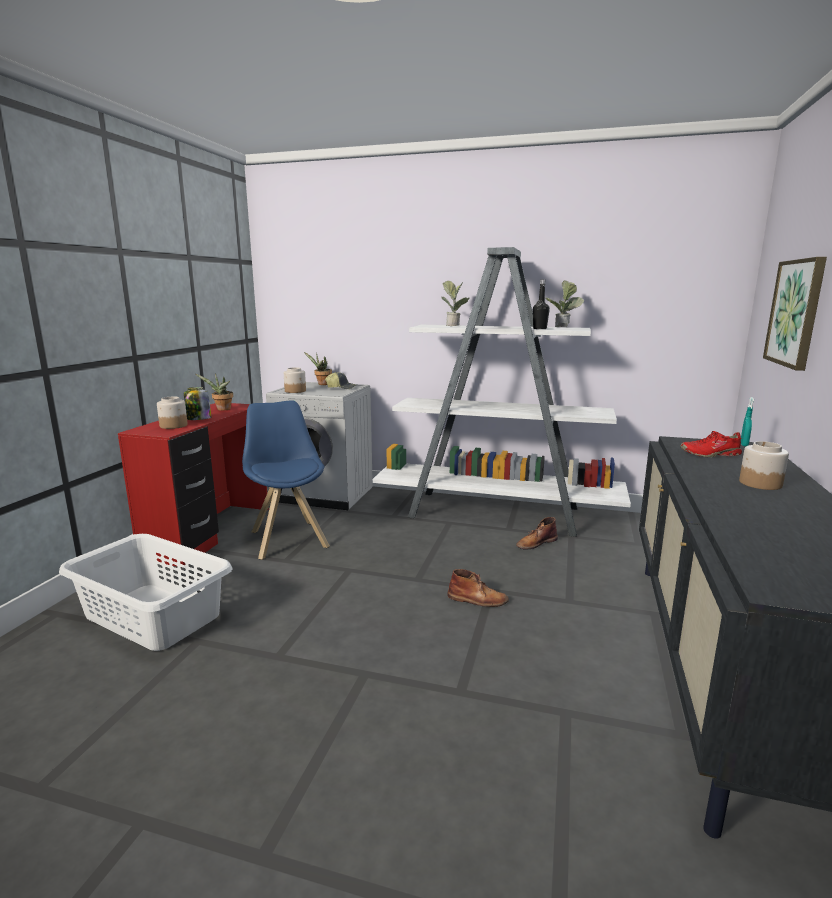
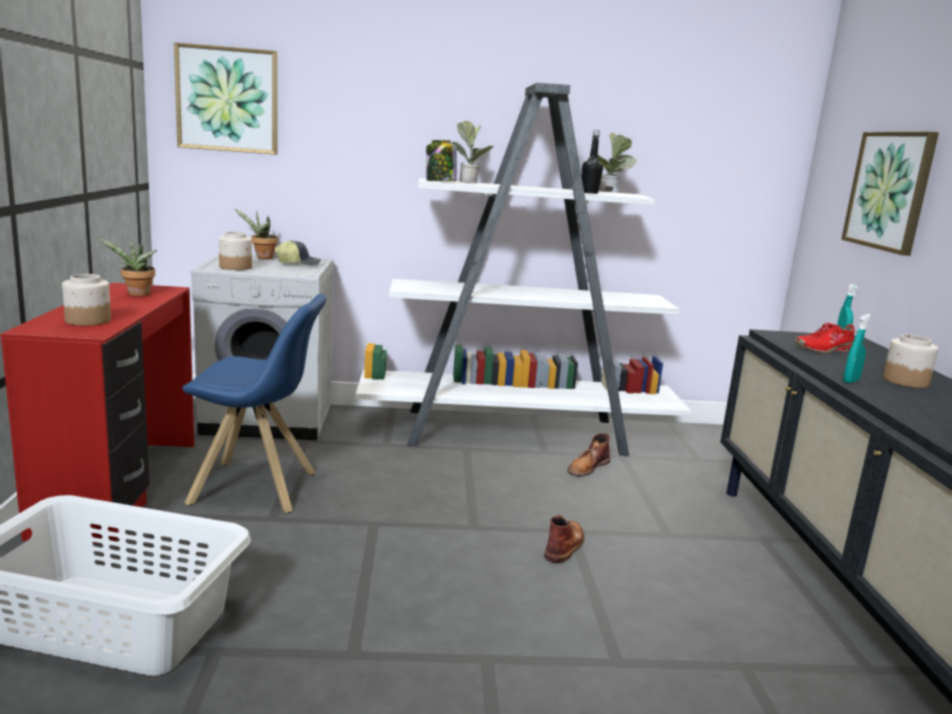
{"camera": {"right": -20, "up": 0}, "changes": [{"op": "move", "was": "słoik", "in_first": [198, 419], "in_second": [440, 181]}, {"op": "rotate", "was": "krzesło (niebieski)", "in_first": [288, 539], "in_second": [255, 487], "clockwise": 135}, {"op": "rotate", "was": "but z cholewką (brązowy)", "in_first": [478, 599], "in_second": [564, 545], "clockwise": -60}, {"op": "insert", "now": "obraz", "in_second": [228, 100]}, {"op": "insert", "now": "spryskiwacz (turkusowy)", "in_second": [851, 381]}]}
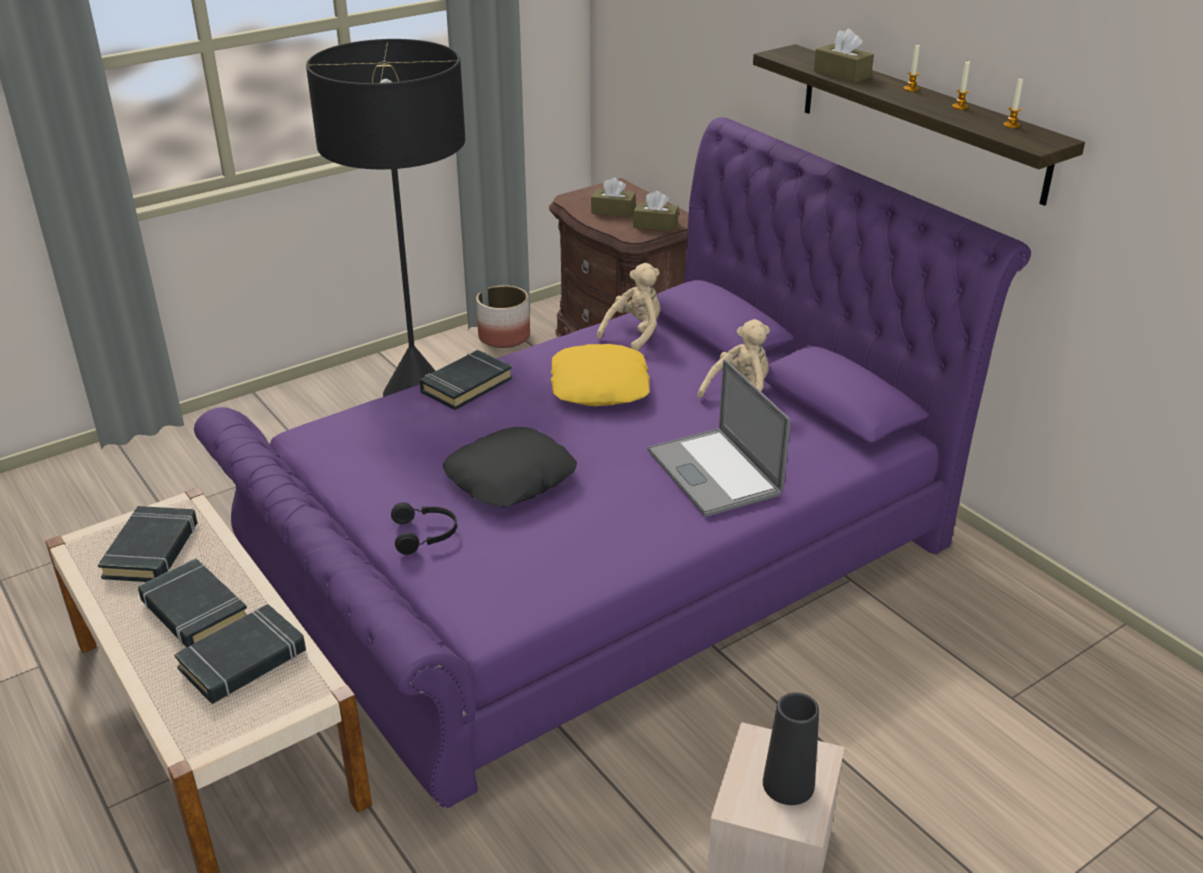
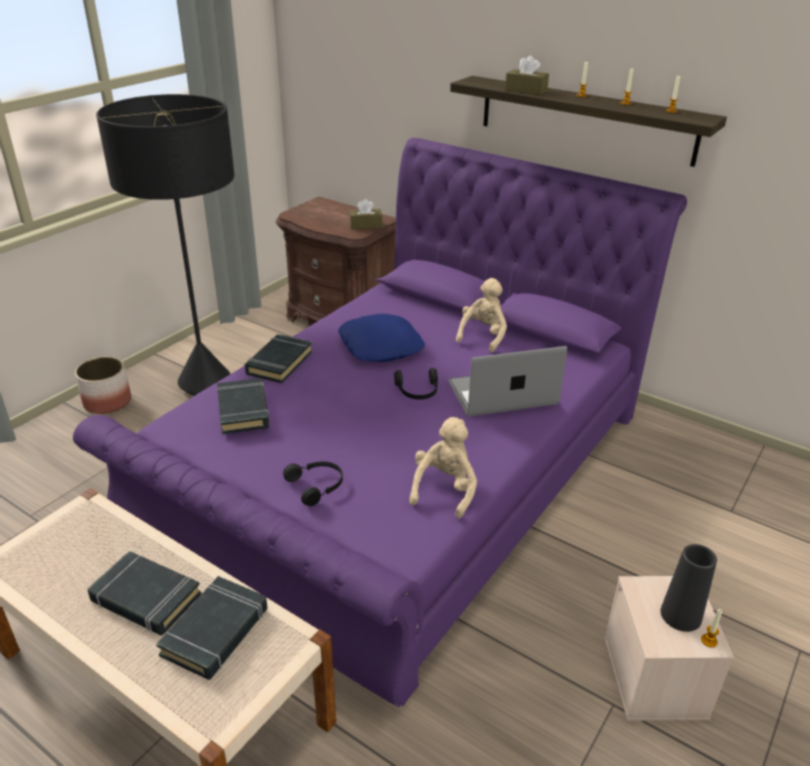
{"camera": {"right": -20, "up": 0}, "changes": [{"op": "move", "was": "książka (czarny)", "in_first": [152, 550], "in_second": [243, 410]}, {"op": "delete", "was": "poduszka (czarny)", "in_first": [511, 478]}, {"op": "move", "was": "donica", "in_first": [503, 337], "in_second": [107, 402]}, {"op": "recolor", "was": "poduszka (żółty)", "now": "poduszka (niebieski)", "in_first": [600, 386], "in_second": [381, 346]}, {"op": "delete", "was": "pudełko chusteczek (brązowy)", "in_first": [613, 211]}, {"op": "move", "was": "pluszak (beżowy)", "in_first": [635, 334], "in_second": [444, 489]}, {"op": "rotate", "was": "laptop", "in_first": [714, 472], "in_second": [502, 393], "clockwise": 120}, {"op": "insert", "now": "słuchawki (czarny)", "in_second": [418, 391]}, {"op": "insert", "now": "świeca", "in_second": [709, 641]}]}
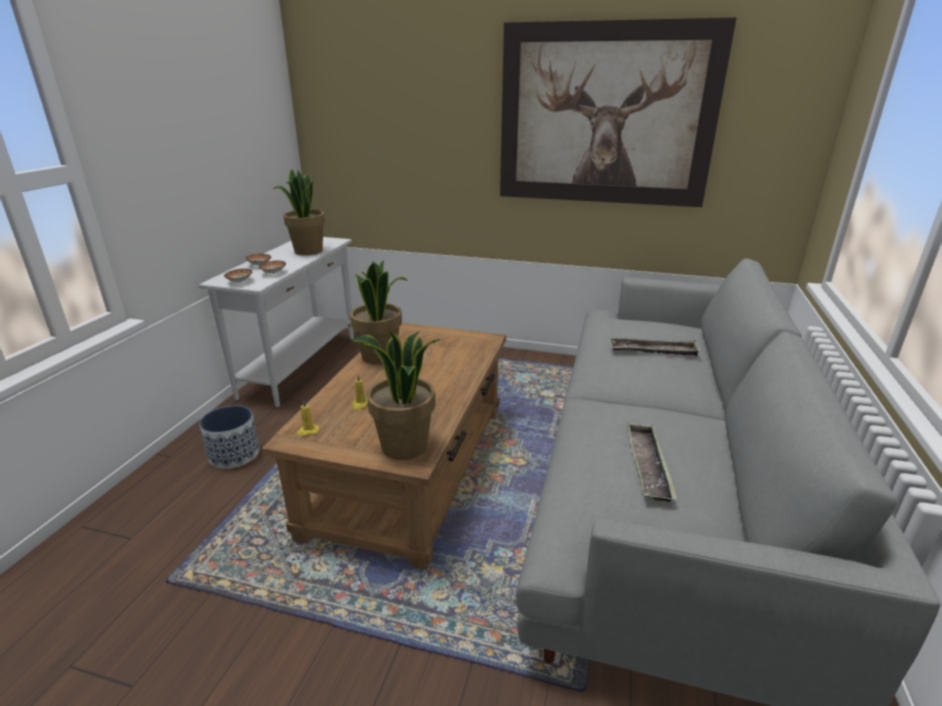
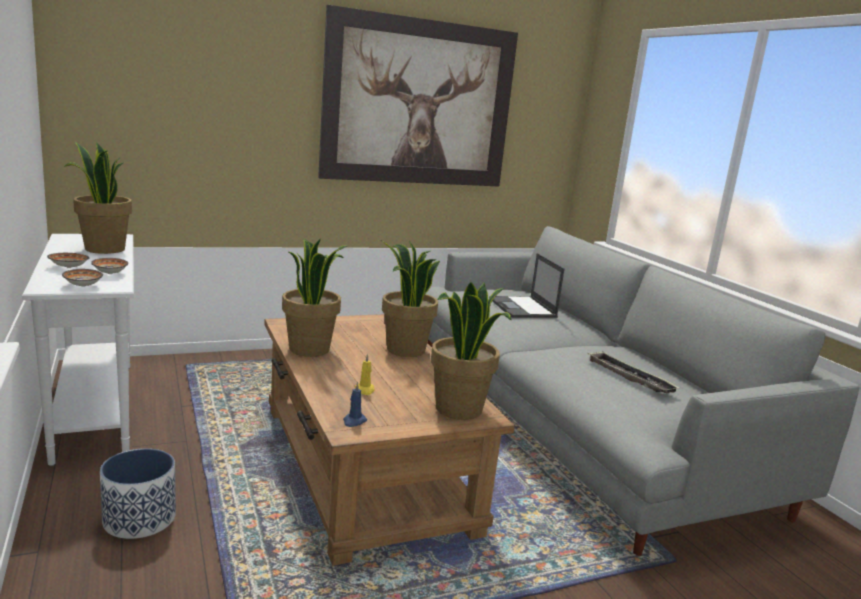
{"camera": {"right": -40, "up": -10}, "changes": [{"op": "recolor", "was": "świeca (żółty)", "now": "świeca (niebieski)", "in_first": [307, 431], "in_second": [354, 421]}, {"op": "replace", "was": "taca", "now": "laptop", "in_first": [653, 351], "in_second": [523, 308]}, {"op": "insert", "now": "roślina doniczkowa", "in_second": [405, 350]}]}
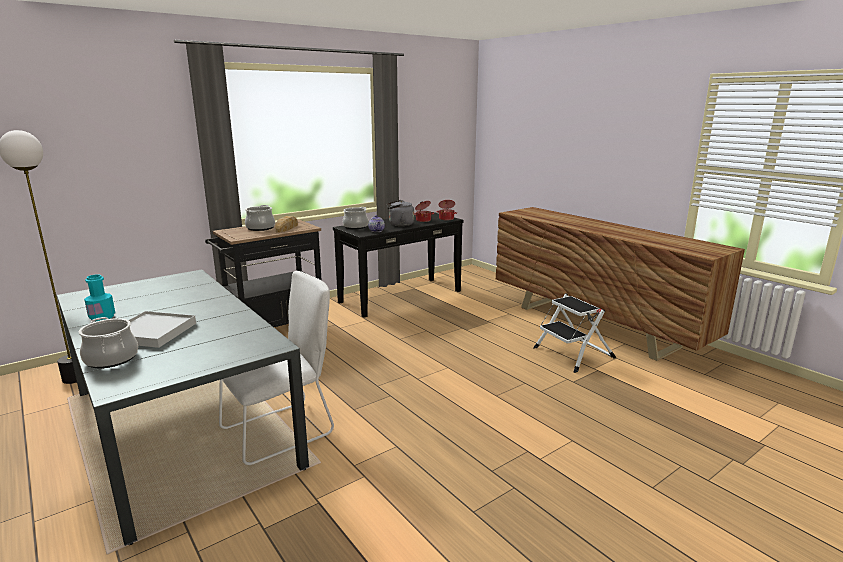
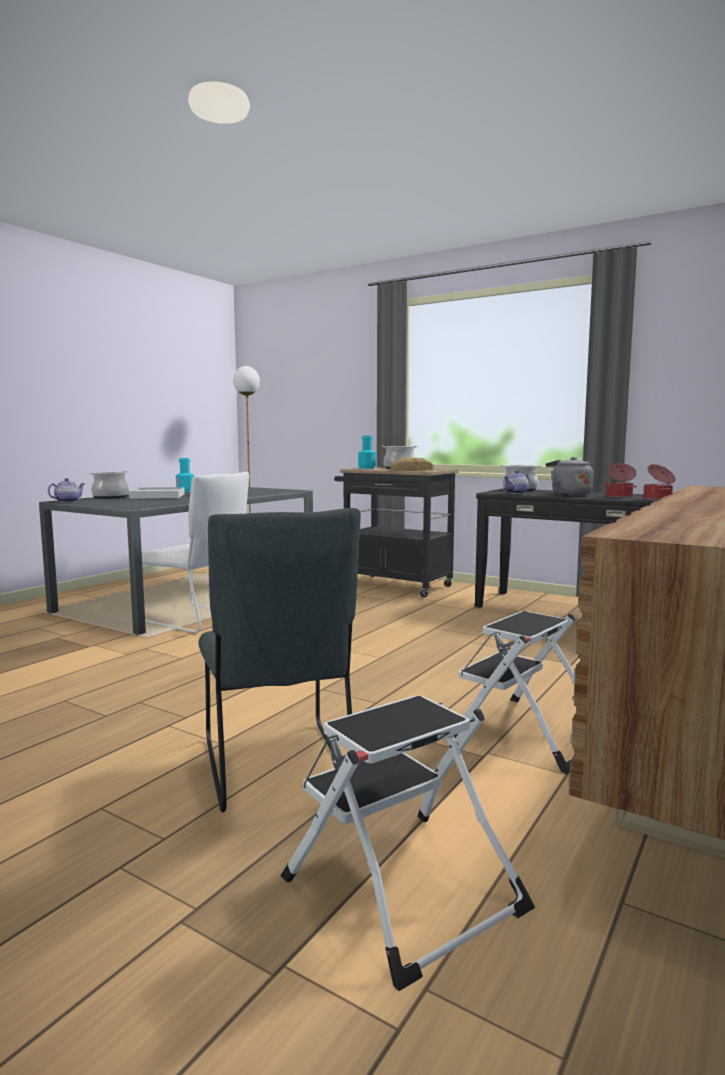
{"camera": {"right": 70, "up": -10}, "changes": [{"op": "insert", "now": "imbryk", "in_second": [68, 501]}, {"op": "insert", "now": "krzesło (szary)", "in_second": [278, 770]}, {"op": "insert", "now": "drabinka", "in_second": [404, 885]}, {"op": "insert", "now": "butelka (turkusowy)", "in_second": [367, 468]}]}
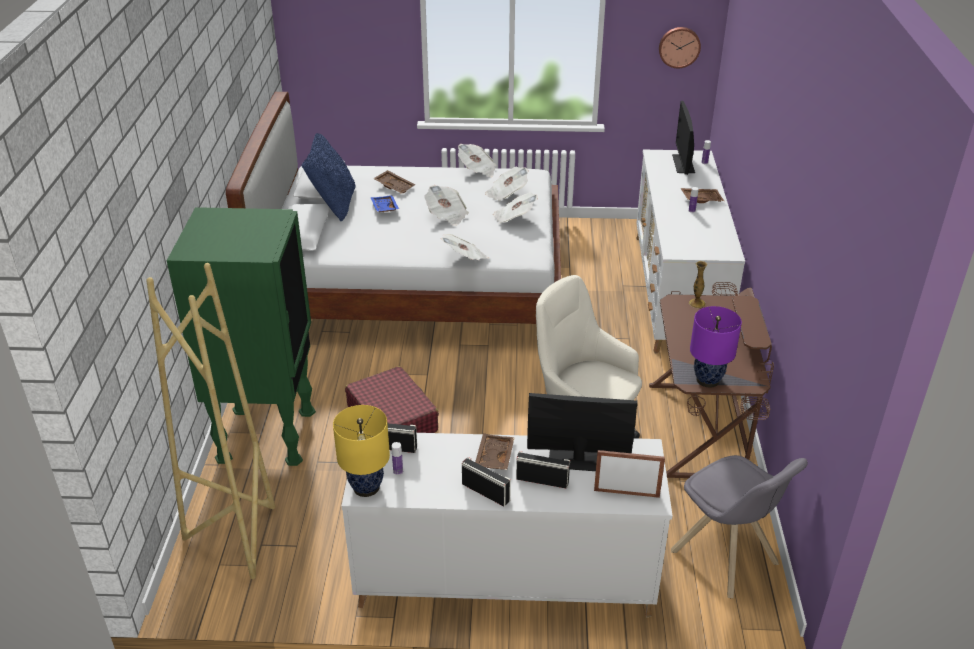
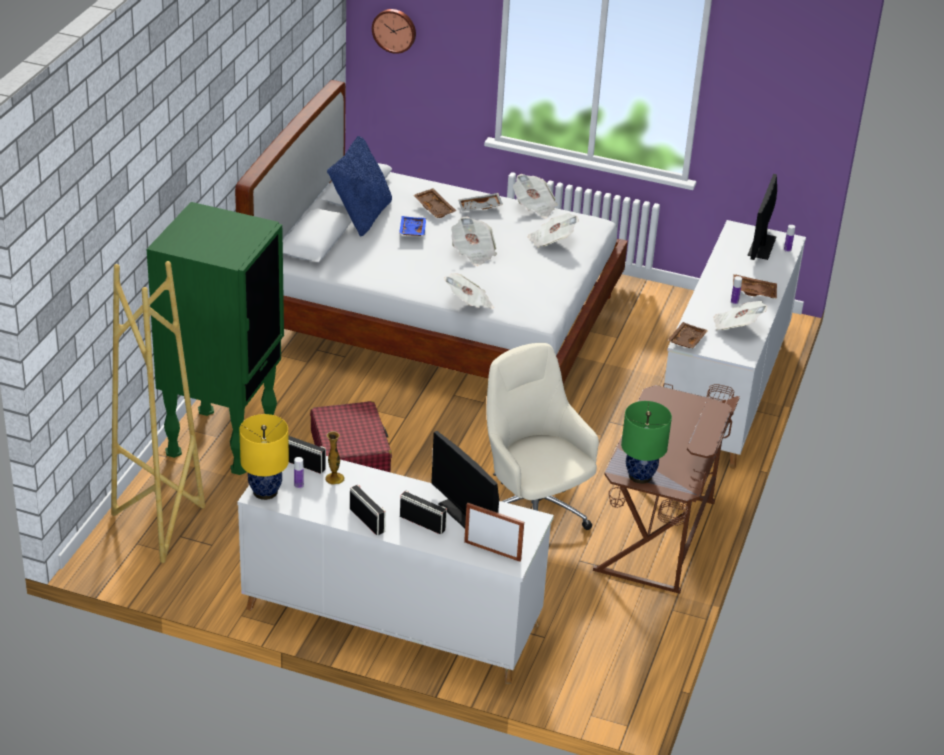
{"camera": {"right": 15, "up": 0}, "changes": [{"op": "move", "was": "taca (brązowy)", "in_first": [493, 457], "in_second": [686, 340]}, {"op": "move", "was": "gazeta", "in_first": [514, 218], "in_second": [736, 326]}, {"op": "rotate", "was": "monitor", "in_first": [578, 460], "in_second": [464, 514], "clockwise": -150}, {"op": "move", "was": "zegar ścienny", "in_first": [679, 46], "in_second": [394, 30]}, {"op": "delete", "was": "krzesło (szary)", "in_first": [725, 557]}, {"op": "move", "was": "wazon", "in_first": [697, 303], "in_second": [334, 478]}, {"op": "recolor", "was": "lampa stołowa (fioletowy)", "now": "lampa stołowa (zielony)", "in_first": [707, 380], "in_second": [640, 476]}, {"op": "insert", "now": "taca (szary)", "in_second": [480, 208]}]}
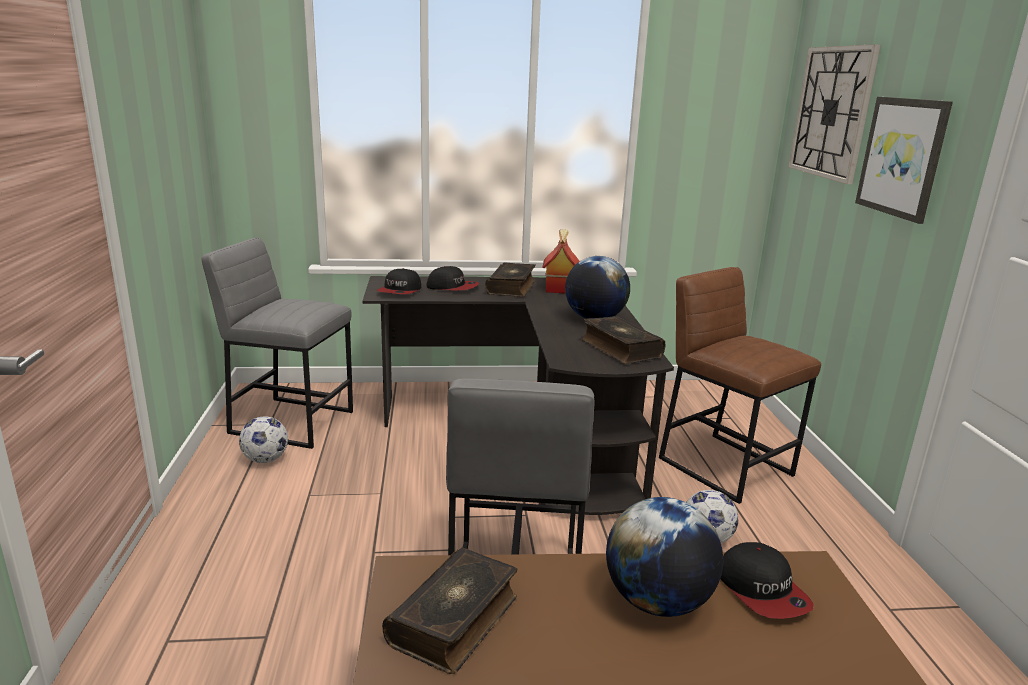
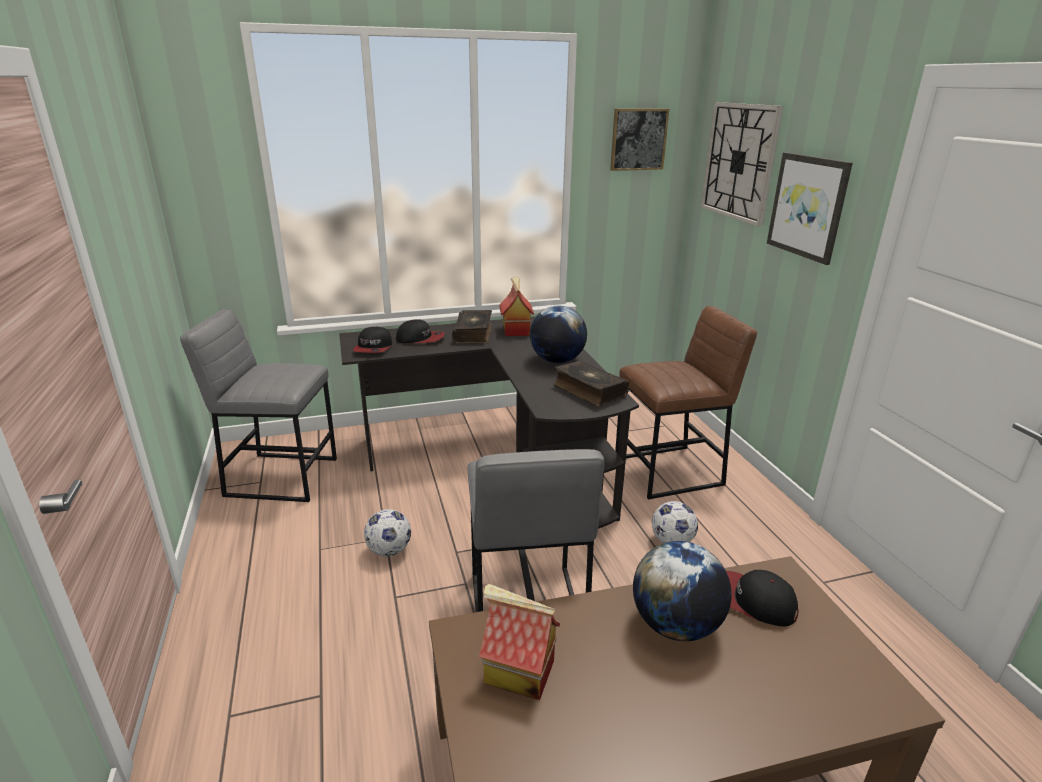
{"camera": {"right": -10, "up": 5}, "changes": [{"op": "move", "was": "piłka futbolowa", "in_first": [265, 459], "in_second": [389, 550]}, {"op": "replace", "was": "książka", "now": "domek", "in_first": [455, 620], "in_second": [517, 672]}, {"op": "rotate", "was": "krzesło (brązowy)", "in_first": [723, 465], "in_second": [670, 471], "clockwise": 120}, {"op": "rotate", "was": "czapka z daszkiem", "in_first": [762, 590], "in_second": [753, 601], "clockwise": 150}, {"op": "insert", "now": "obraz", "in_second": [638, 139]}]}
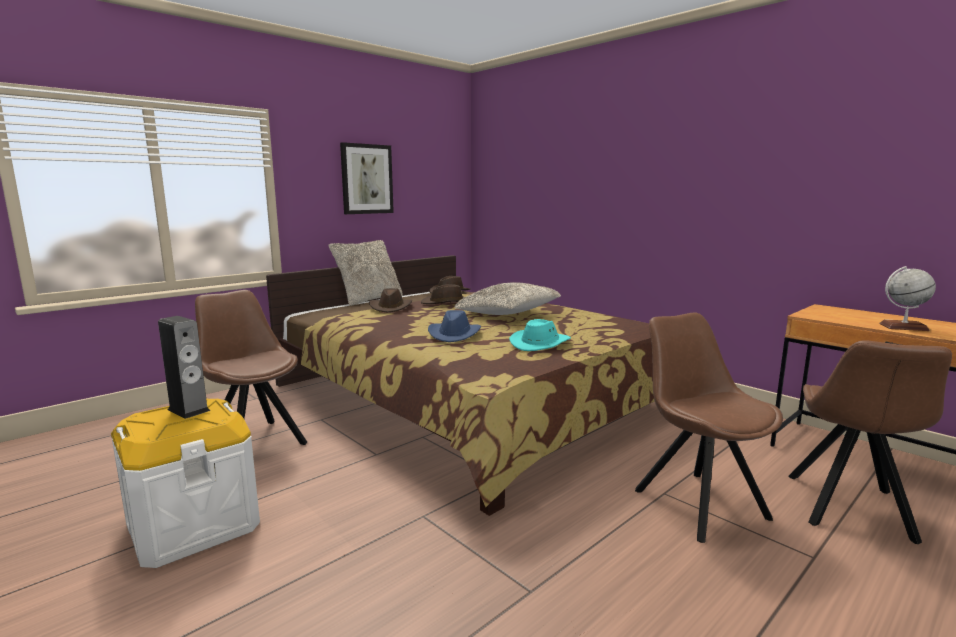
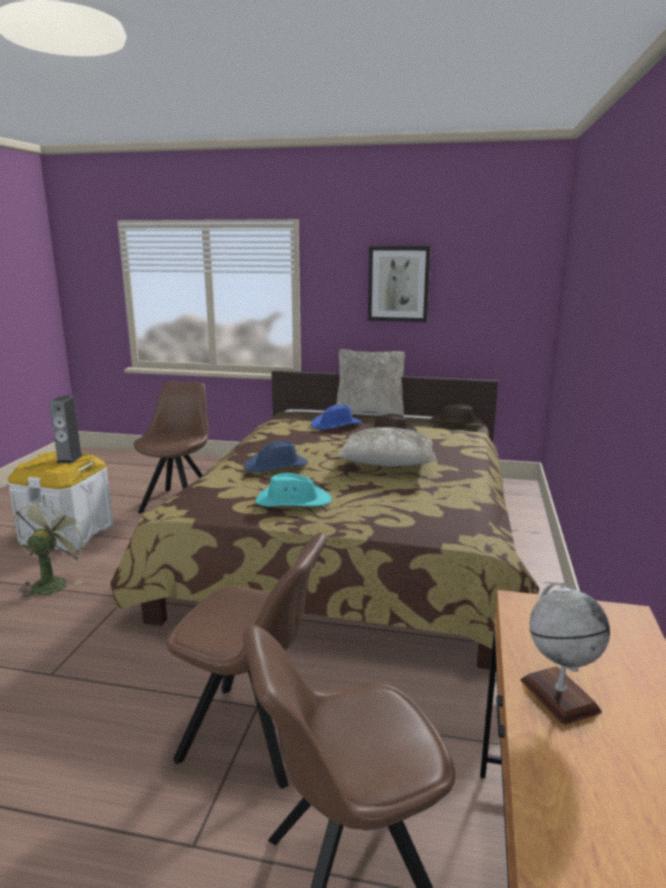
{"camera": {"right": 55, "up": 5}, "changes": [{"op": "recolor", "was": "kapelusz (brązowy)", "now": "kapelusz (niebieski)", "in_first": [391, 307], "in_second": [336, 425]}, {"op": "rotate", "was": "krzesło (brązowy)", "in_first": [698, 504], "in_second": [252, 735], "clockwise": 75}, {"op": "insert", "now": "wentylator (zielony)", "in_second": [52, 582]}]}
